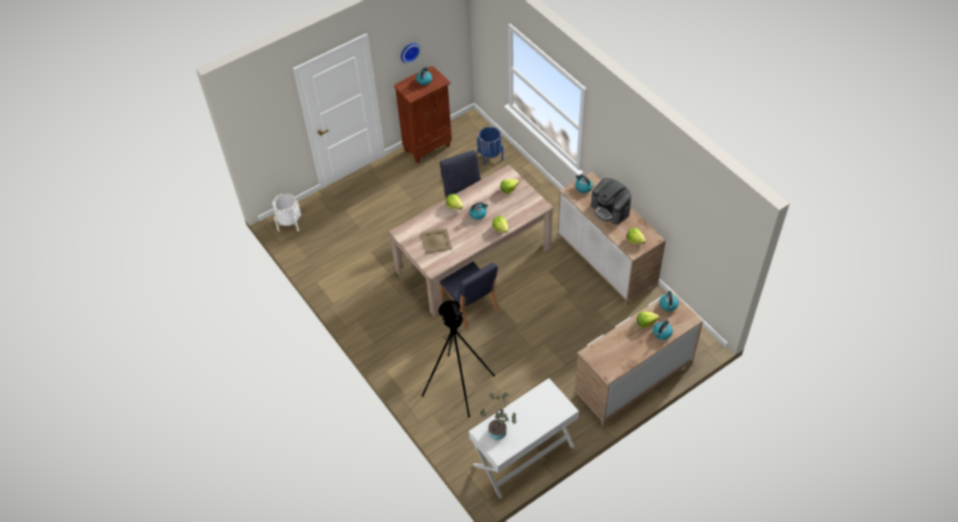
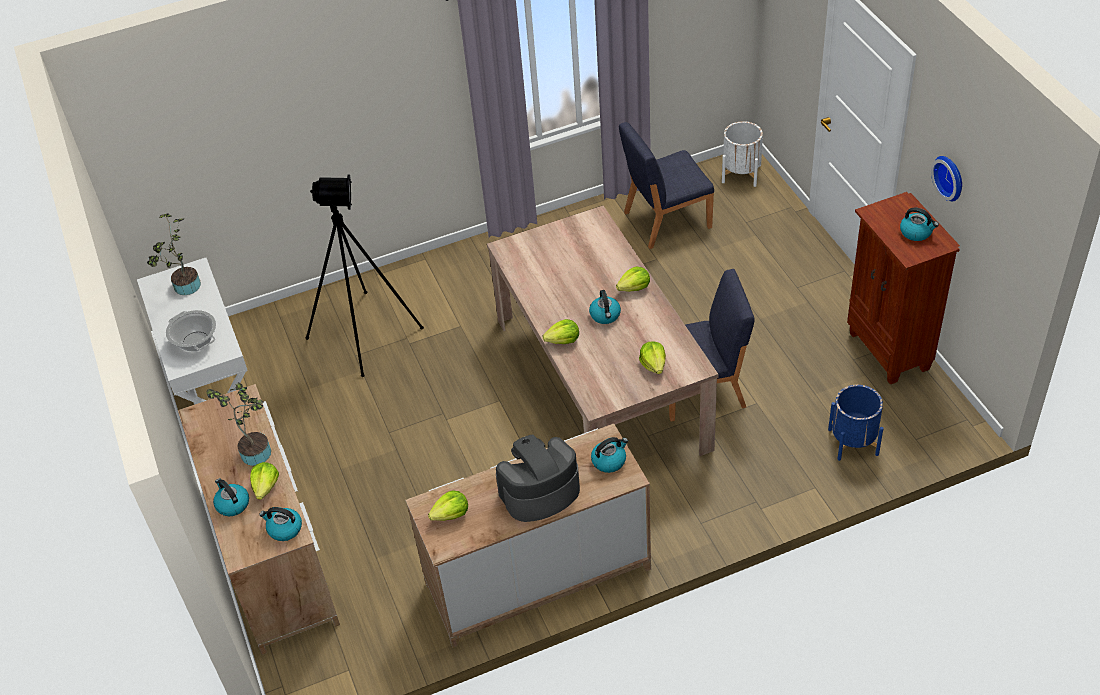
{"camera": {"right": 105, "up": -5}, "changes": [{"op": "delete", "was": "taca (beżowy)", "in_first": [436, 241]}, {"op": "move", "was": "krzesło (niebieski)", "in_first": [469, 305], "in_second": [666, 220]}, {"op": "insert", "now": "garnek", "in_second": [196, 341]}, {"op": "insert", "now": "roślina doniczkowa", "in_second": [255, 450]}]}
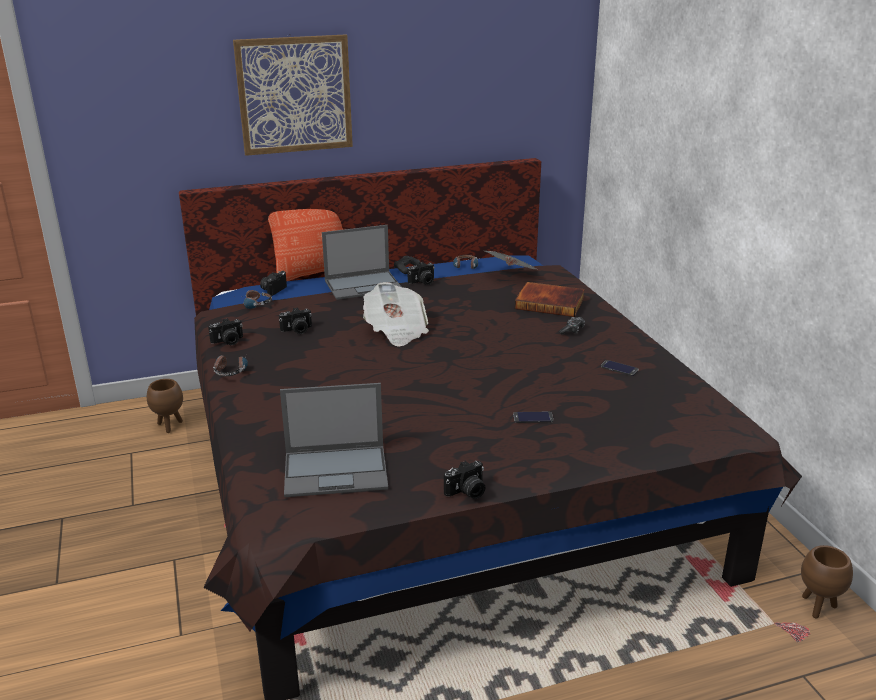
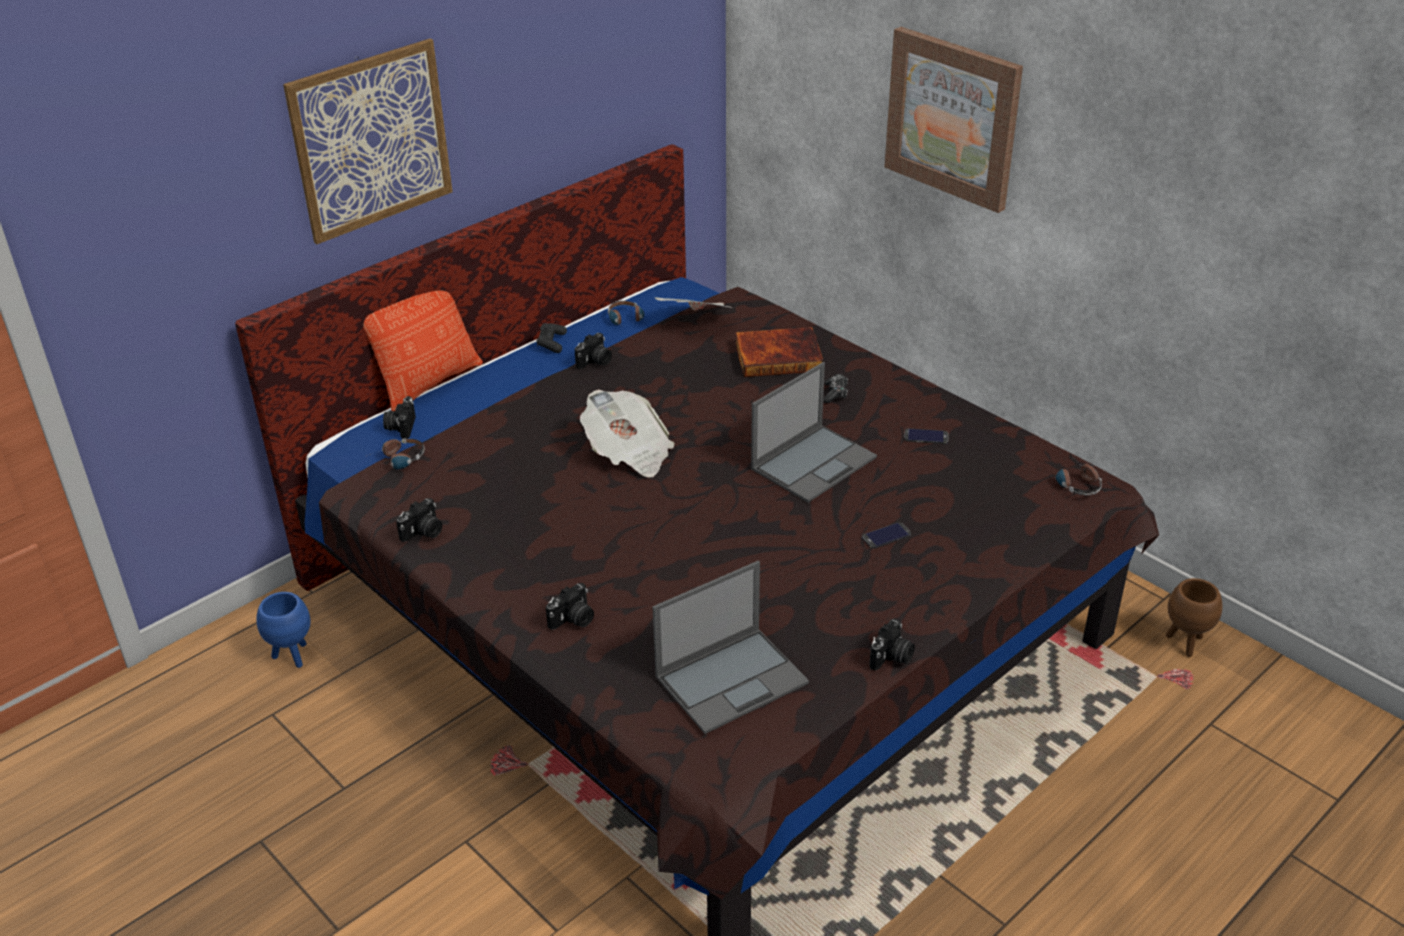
{"camera": {"right": -25, "up": 10}, "changes": [{"op": "recolor", "was": "donica (brązowy)", "now": "donica (niebieski)", "in_first": [169, 426], "in_second": [292, 656]}, {"op": "move", "was": "słuchawki", "in_first": [231, 369], "in_second": [1075, 482]}, {"op": "move", "was": "aparat fotograficzny", "in_first": [297, 330], "in_second": [573, 620]}, {"op": "move", "was": "laptop", "in_first": [364, 285], "in_second": [814, 462]}, {"op": "insert", "now": "obraz", "in_second": [953, 118]}]}
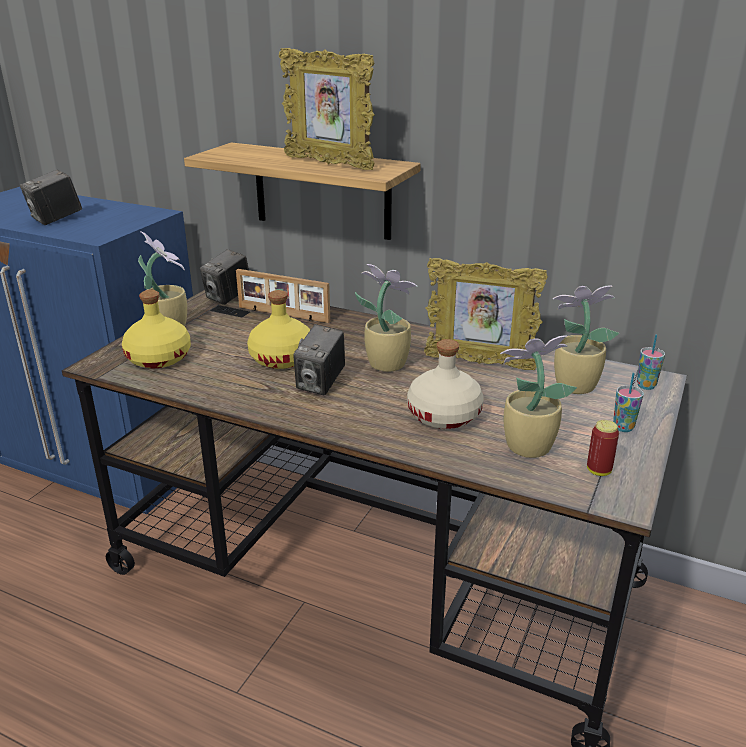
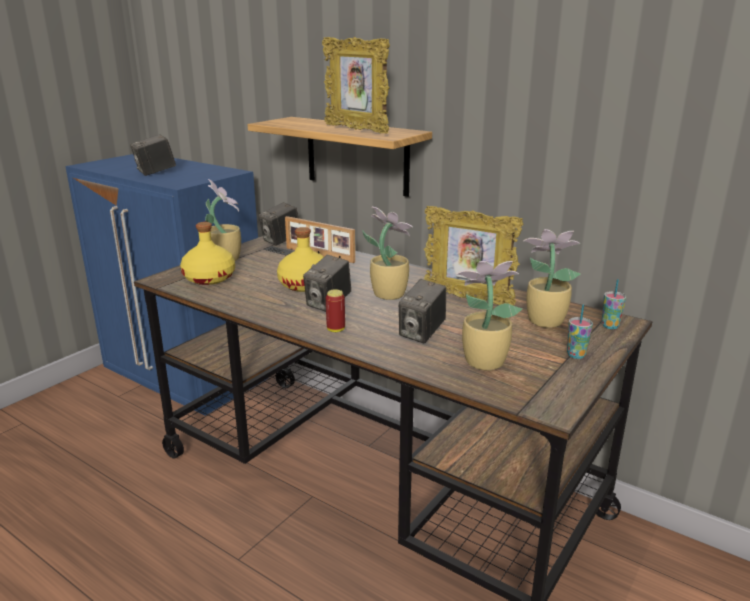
{"camera": {"right": 10, "up": -5}, "changes": [{"op": "replace", "was": "butelka (beżowy)", "now": "aparat fotograficzny", "in_first": [445, 415], "in_second": [422, 334]}, {"op": "move", "was": "puszka", "in_first": [598, 471], "in_second": [336, 329]}]}
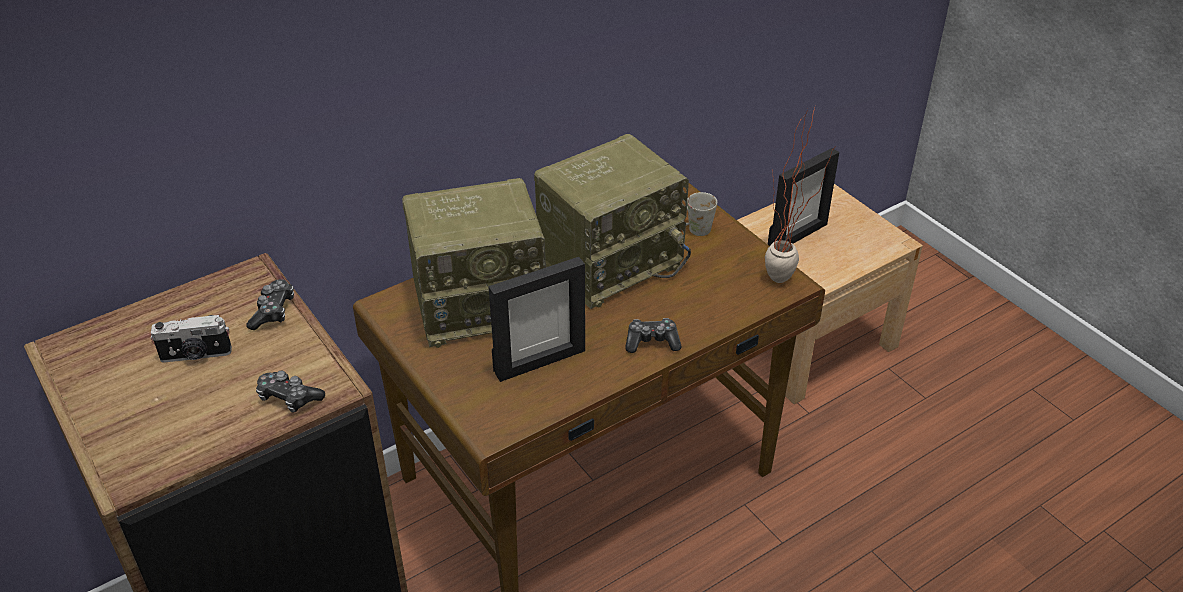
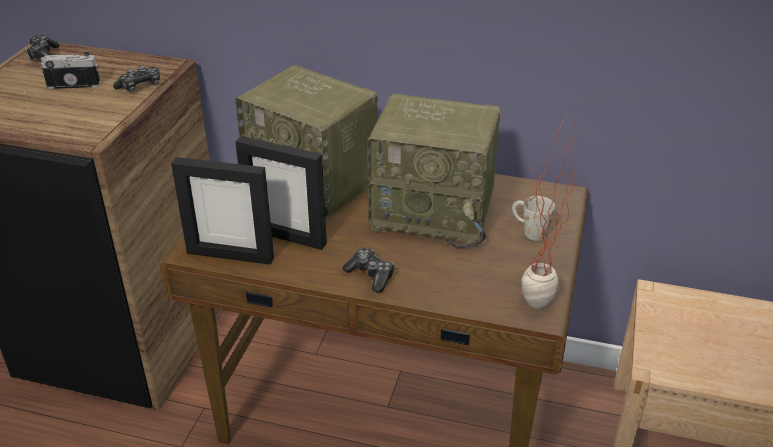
{"camera": {"right": 50, "up": -5}, "changes": [{"op": "rotate", "was": "aparat fotograficzny", "in_first": [196, 355], "in_second": [74, 84], "clockwise": 135}, {"op": "move", "was": "pad do gier", "in_first": [289, 398], "in_second": [44, 56]}, {"op": "move", "was": "ramka na zdjęcie", "in_first": [797, 235], "in_second": [231, 254]}]}
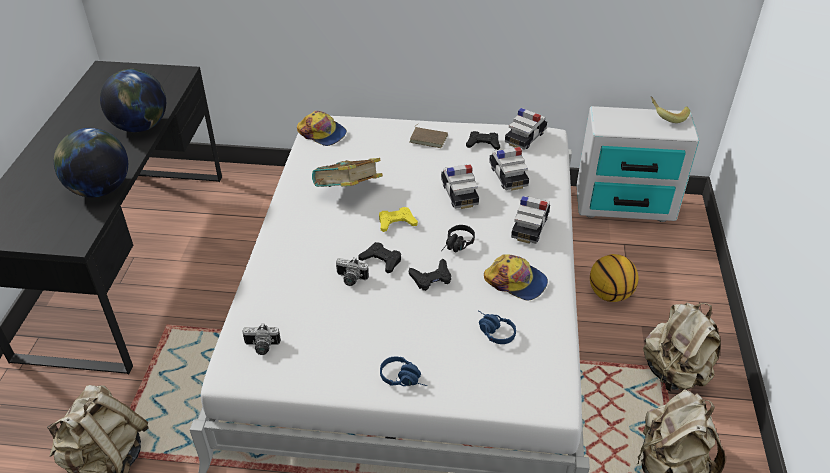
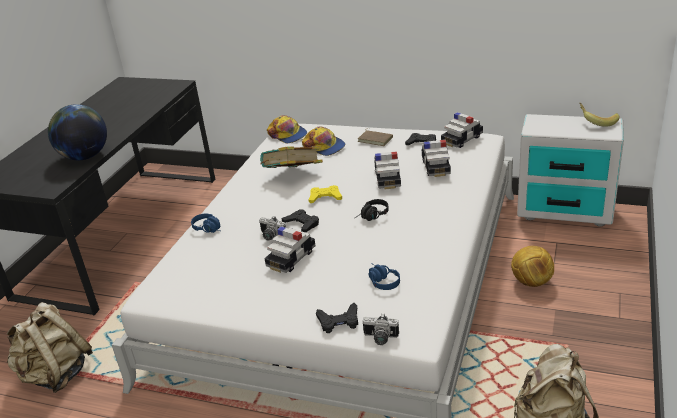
{"camera": {"right": 15, "up": -10}, "changes": [{"op": "delete", "was": "globus", "in_first": [141, 126]}, {"op": "move", "was": "aparat fotograficzny", "in_first": [261, 347], "in_second": [380, 338]}, {"op": "move", "was": "słuchawki (niebieski)", "in_first": [405, 379], "in_second": [210, 229]}, {"op": "move", "was": "pad do gier (czarny)", "in_first": [431, 278], "in_second": [339, 321]}, {"op": "move", "was": "czapka z daszkiem", "in_first": [516, 281], "in_second": [324, 147]}, {"op": "move", "was": "samochodzik", "in_first": [530, 227], "in_second": [291, 258]}, {"op": "replace", "was": "piłka do koszykówki", "now": "piłka futbolowa", "in_first": [609, 294], "in_second": [531, 282]}, {"op": "delete", "was": "plecak (beżowy)", "in_first": [675, 373]}]}
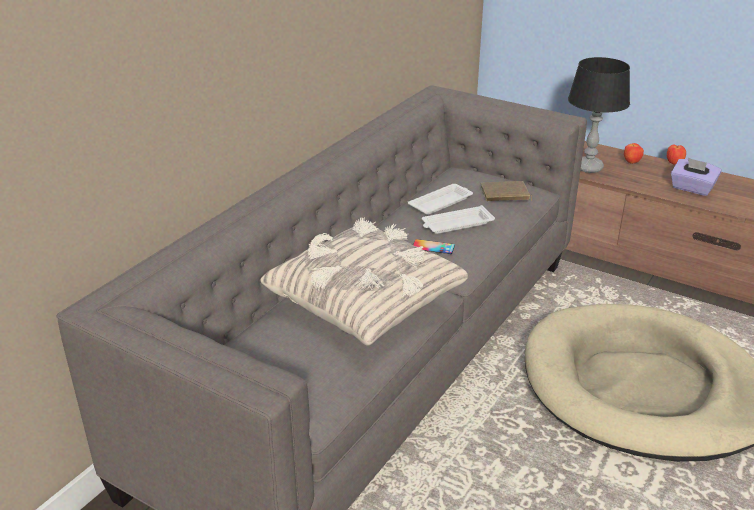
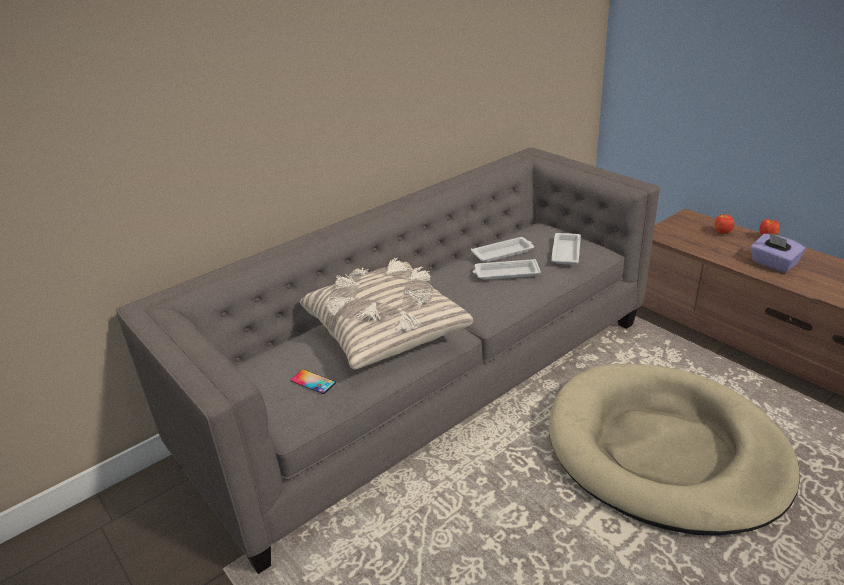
{"camera": {"right": 20, "up": 0}, "changes": [{"op": "move", "was": "telefon", "in_first": [433, 247], "in_second": [313, 382]}, {"op": "replace", "was": "książka (brązowy)", "now": "taca (biały)", "in_first": [505, 195], "in_second": [566, 251]}, {"op": "delete", "was": "lampa stołowa (czarny)", "in_first": [589, 167]}]}
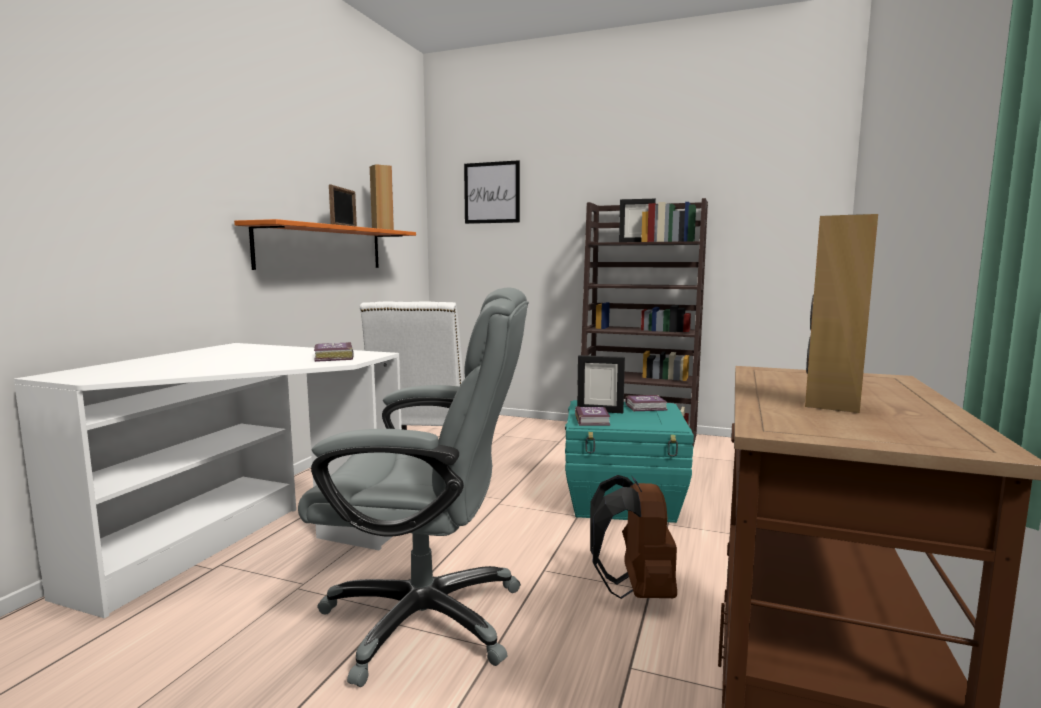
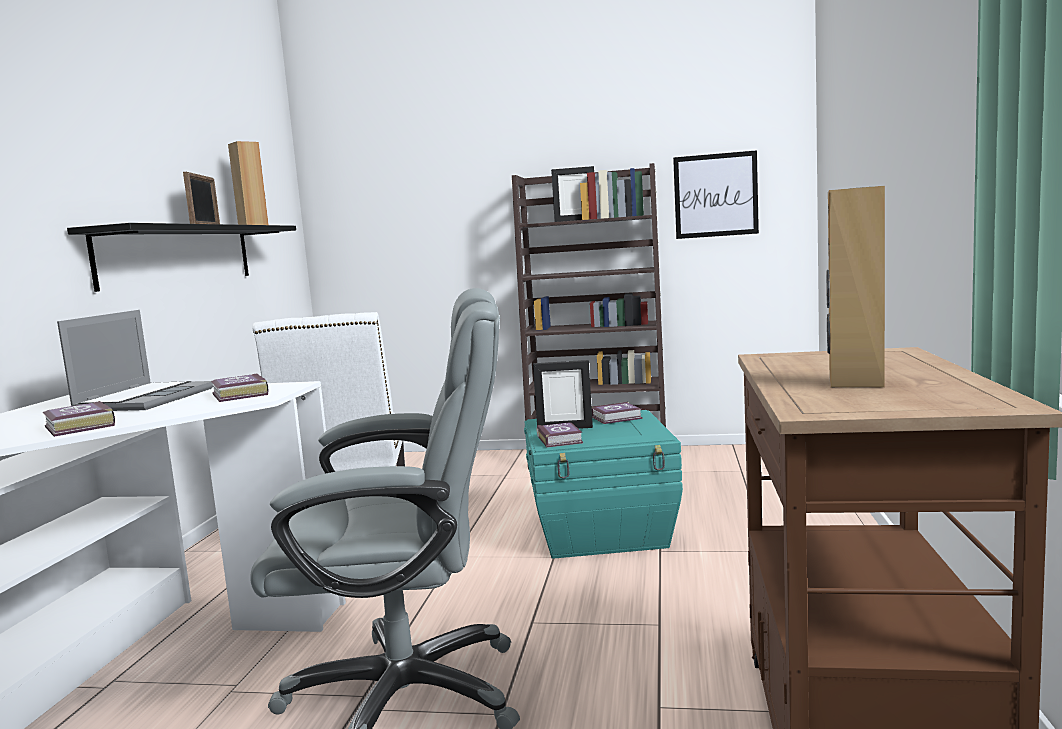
{"camera": {"right": -10, "up": 0}, "changes": [{"op": "recolor", "was": "półka (pomarańczowy)", "now": "półka (czarny)", "in_first": [322, 248], "in_second": [179, 255]}, {"op": "move", "was": "obraz", "in_first": [492, 192], "in_second": [715, 195]}, {"op": "delete", "was": "plecak (brązowy)", "in_first": [636, 591]}, {"op": "insert", "now": "książka", "in_second": [78, 426]}, {"op": "insert", "now": "laptop", "in_second": [146, 399]}]}
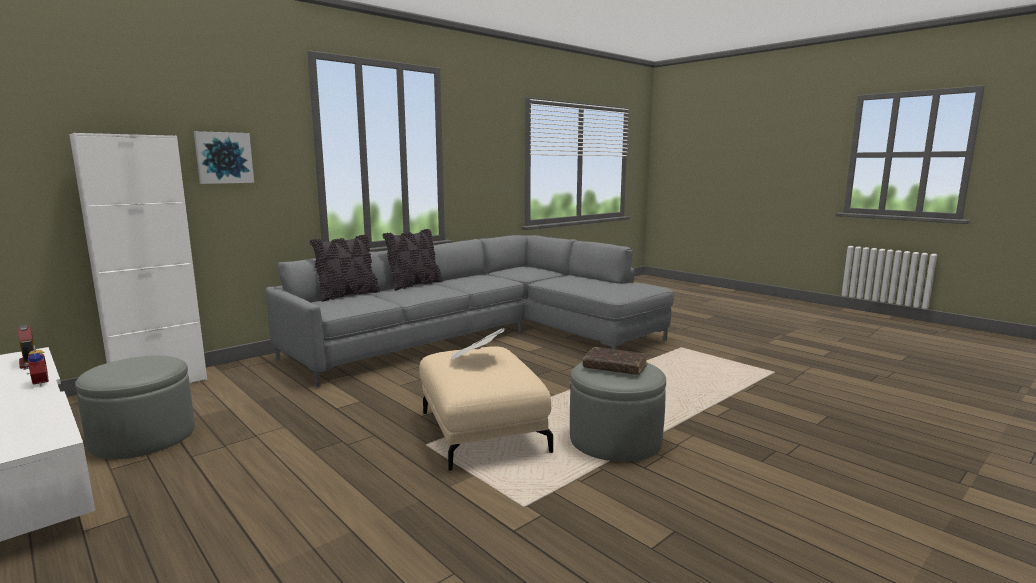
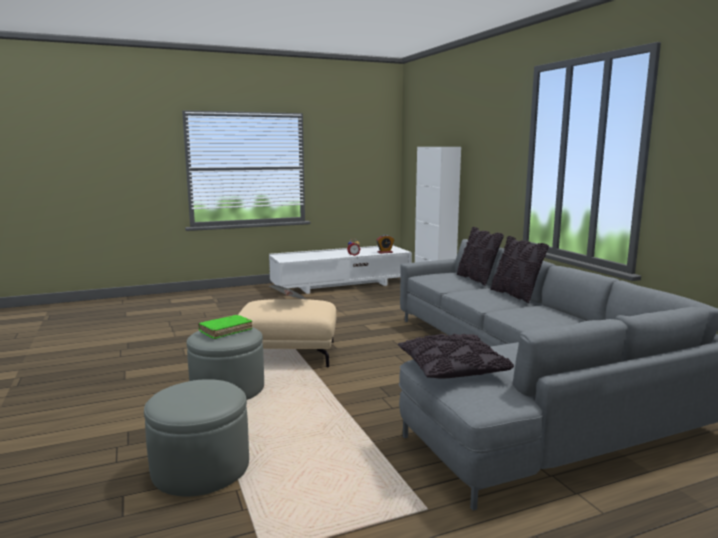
{"camera": {"right": 110, "up": 0}, "changes": [{"op": "move", "was": "pufa (szary)", "in_first": [143, 437], "in_second": [200, 467]}, {"op": "delete", "was": "obraz", "in_first": [224, 158]}, {"op": "recolor", "was": "książka (brązowy)", "now": "książka (zielony)", "in_first": [615, 367], "in_second": [226, 331]}, {"op": "insert", "now": "poduszka (czarny)", "in_second": [452, 369]}]}
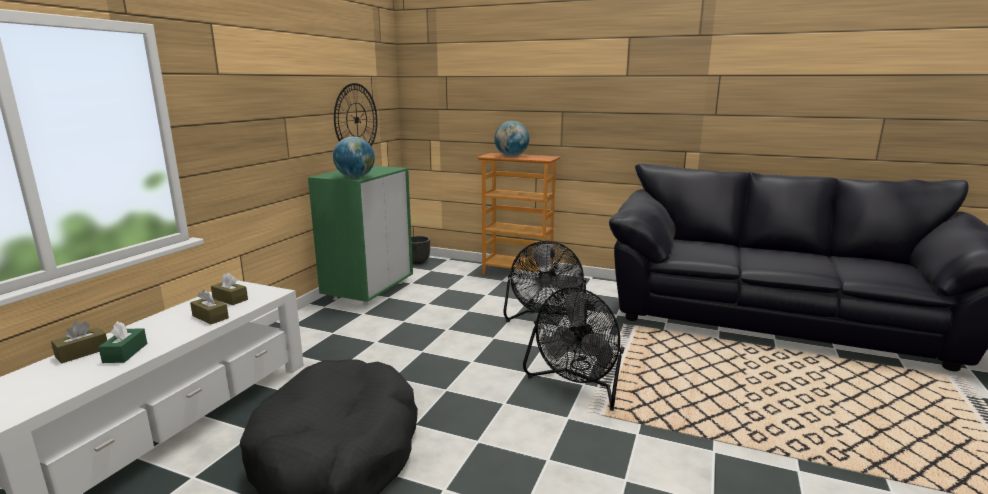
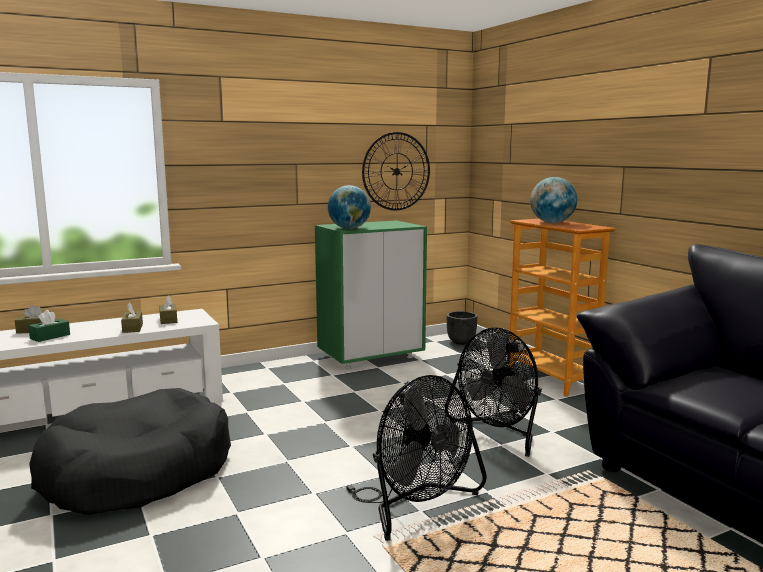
{"camera": {"right": 40, "up": -5}, "changes": [{"op": "rotate", "was": "wentylator (czarny)", "in_first": [575, 384], "in_second": [413, 506], "clockwise": -120}]}
